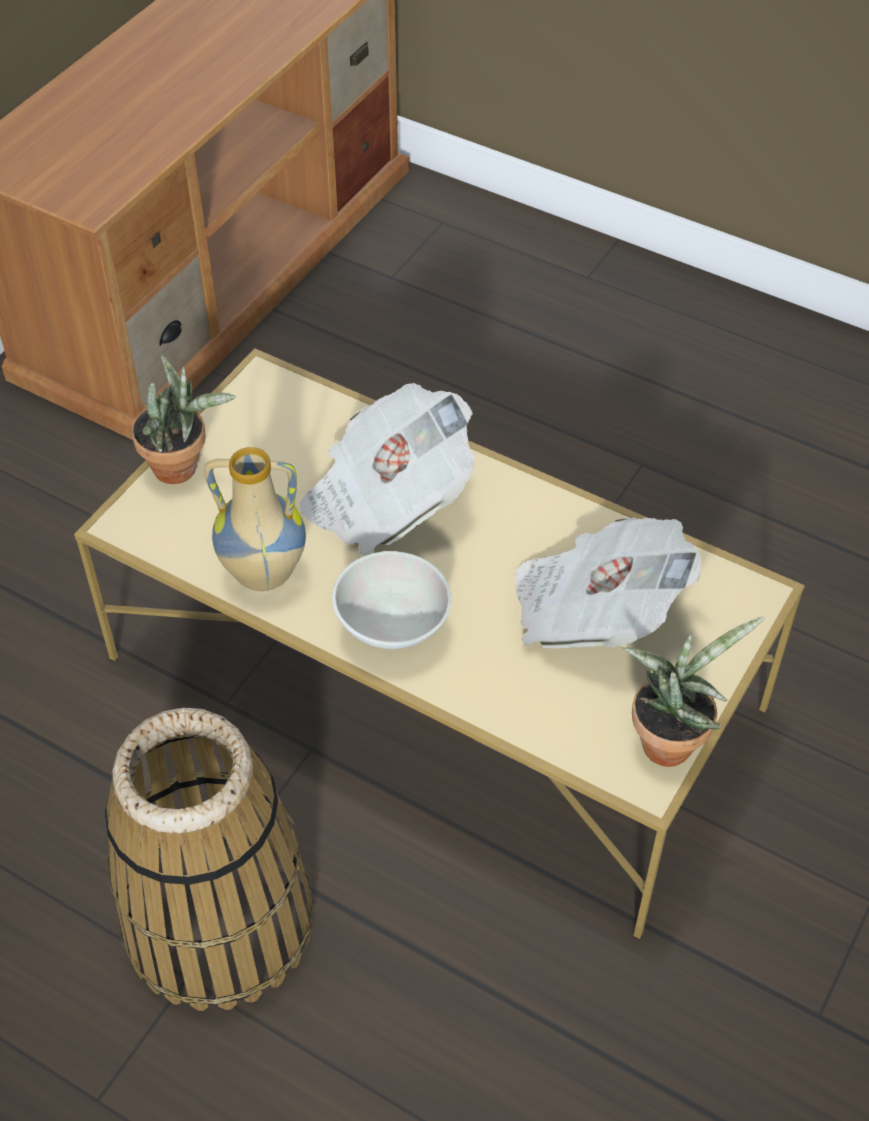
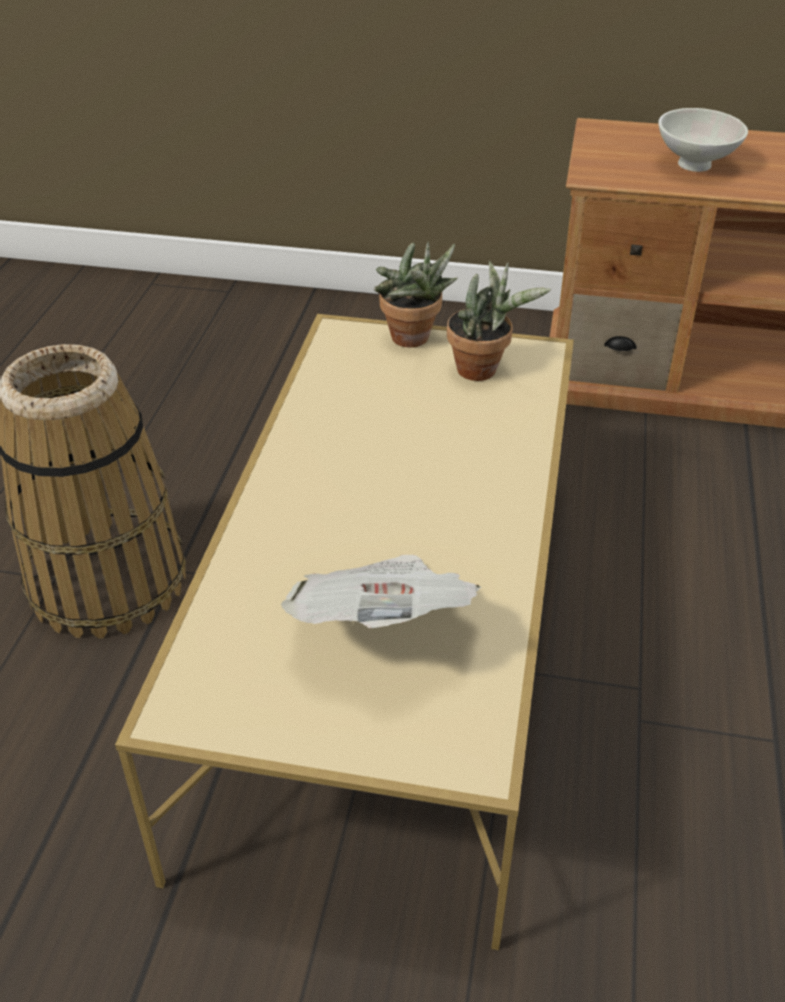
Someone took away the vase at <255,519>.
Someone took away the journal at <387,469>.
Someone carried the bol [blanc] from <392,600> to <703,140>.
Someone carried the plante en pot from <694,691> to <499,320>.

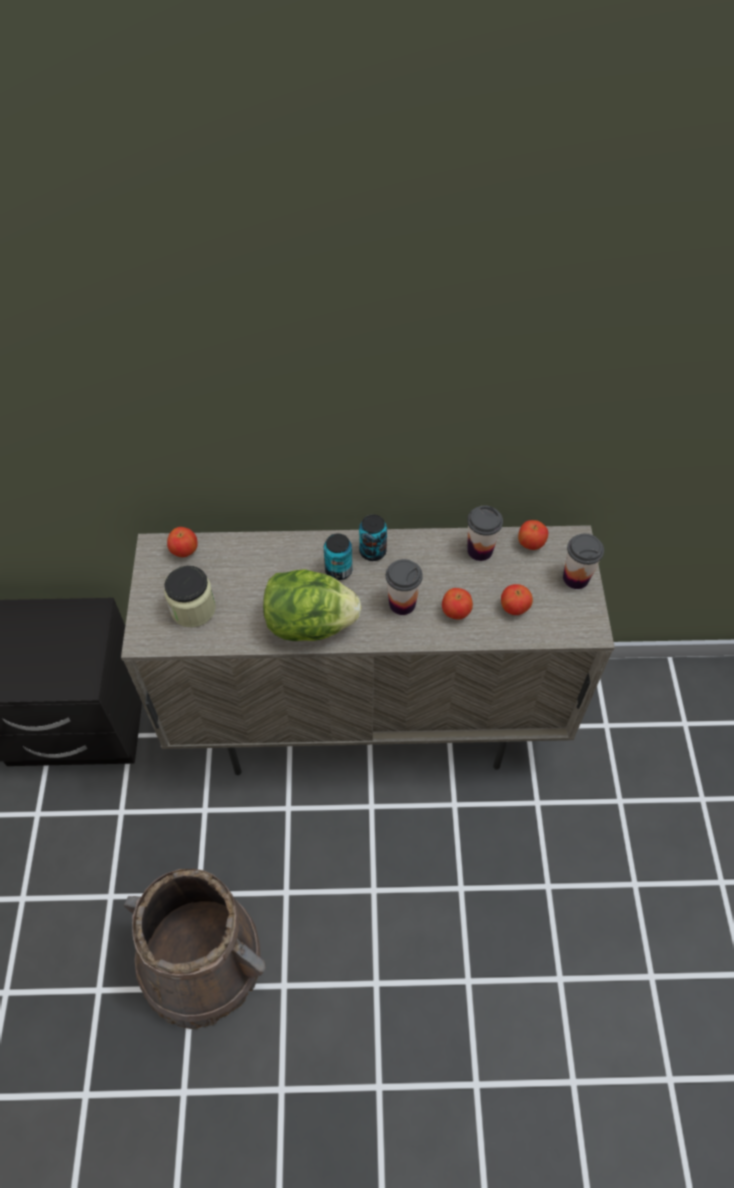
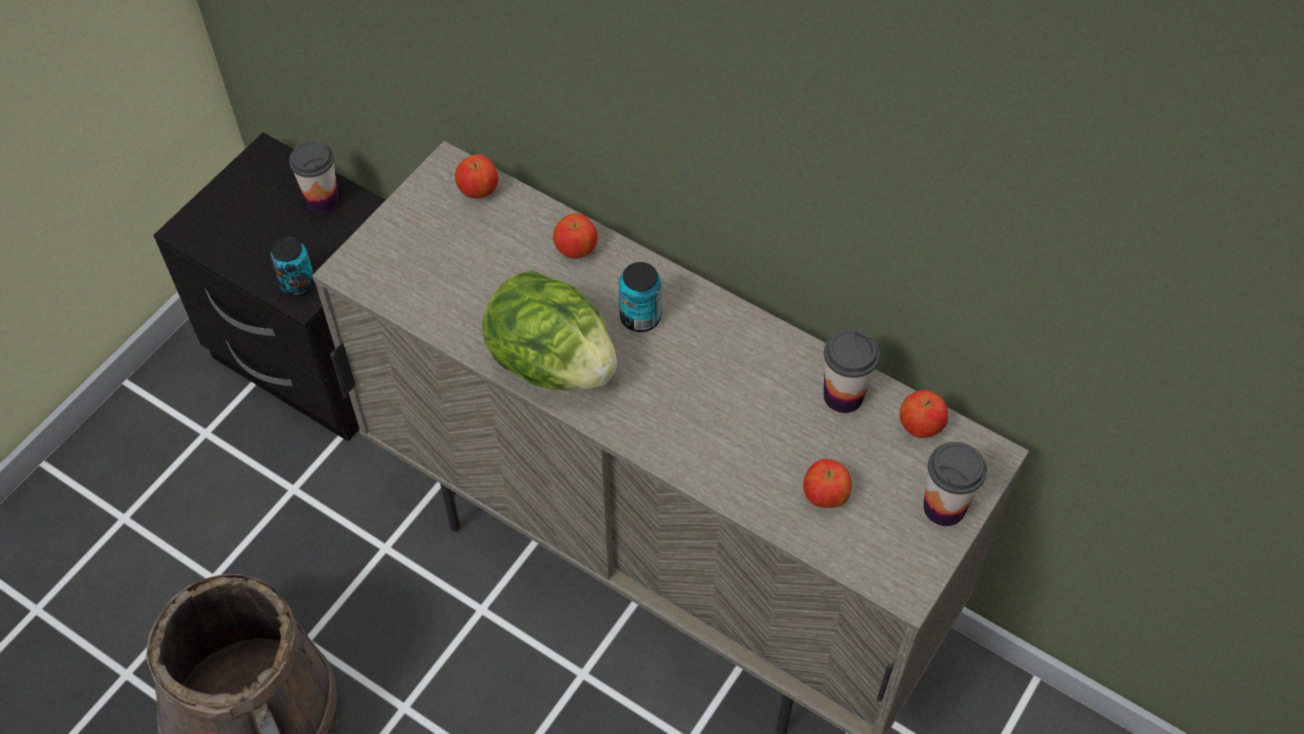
Someone took away the bocal at <190,596>.
Someone carried the boîte métallique from <373,537> to <293,267>.
Someone carried the tasse from <404,587> to <314,177>.
Someone carried the pomme from <457,604> to <575,235>.

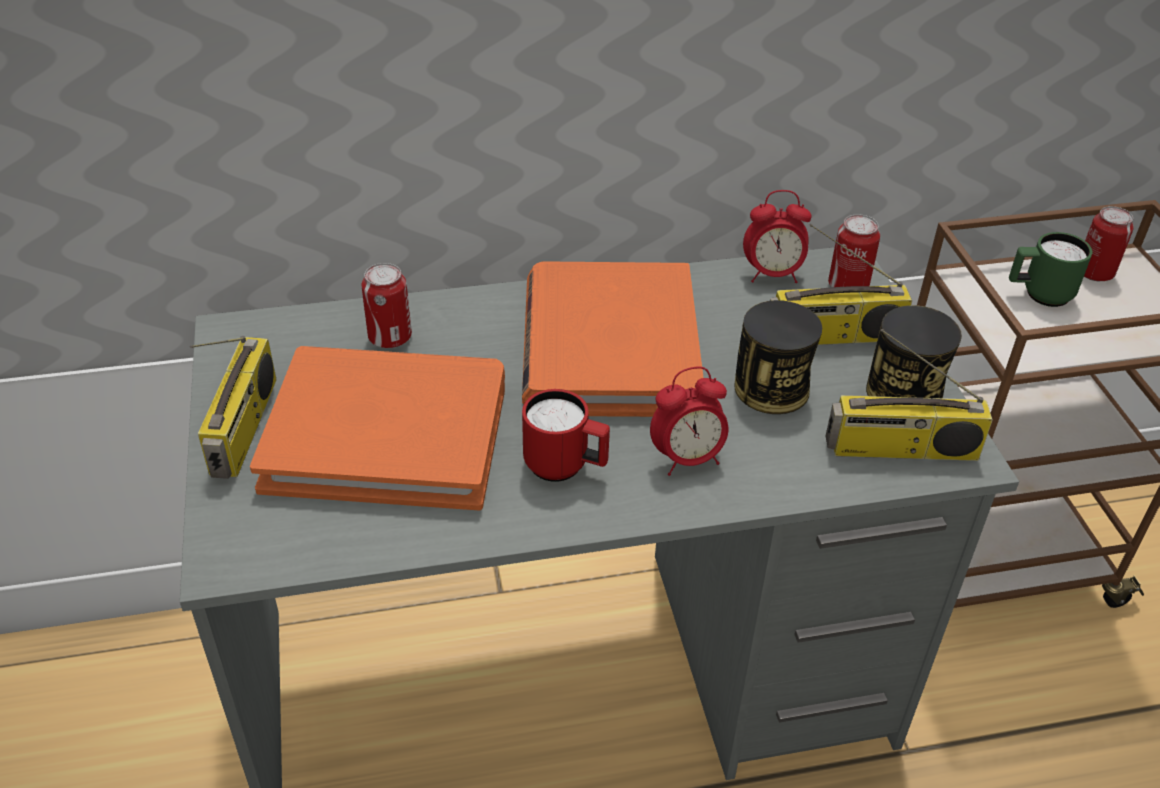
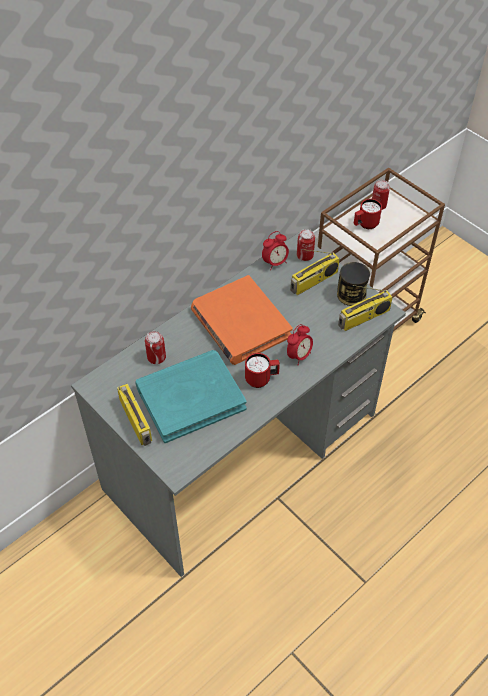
Someone repainted the livre [orange] at <377,428>, which became the livre [turquoise] at <191,396>.
Someone took away the boîte métallique at <778,357>.
Someone repainted the mug [vert] at <1050,269>, which became the mug [rouge] at <368,214>.

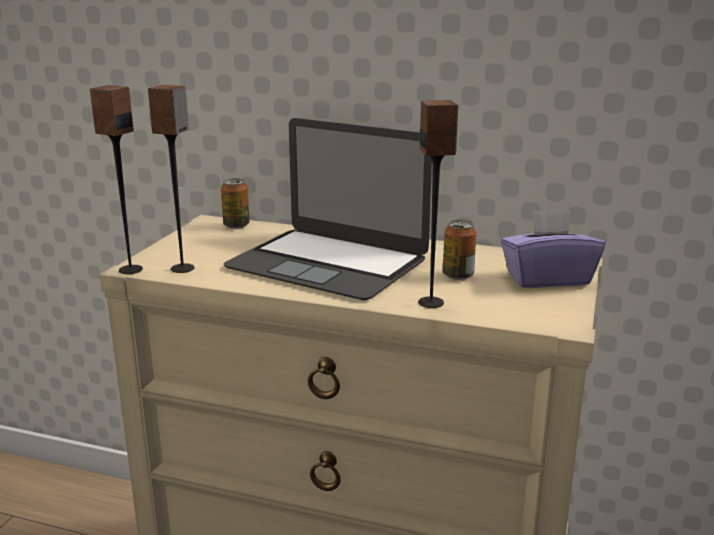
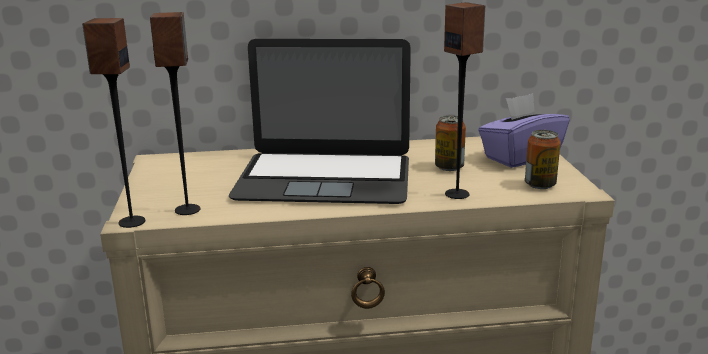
Someone carried the boîte métallique from <235,203> to <543,159>.

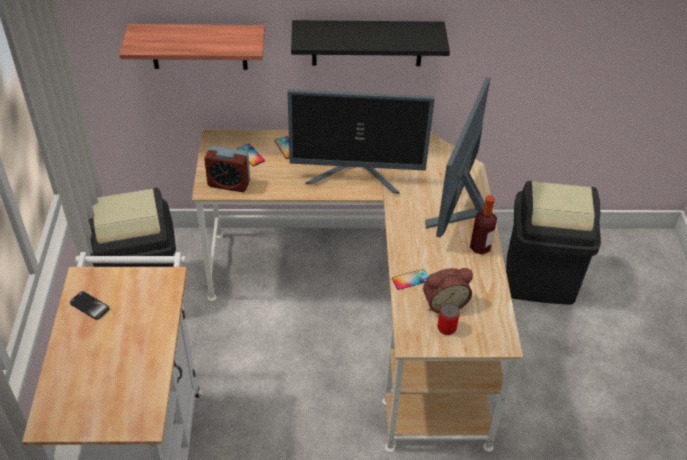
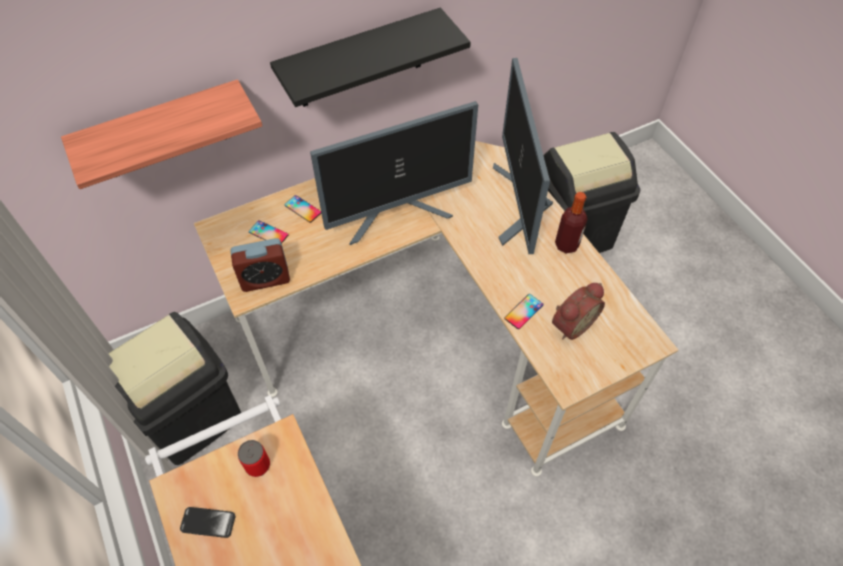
Someone carried the boîte métallique from <448,319> to <254,458>.

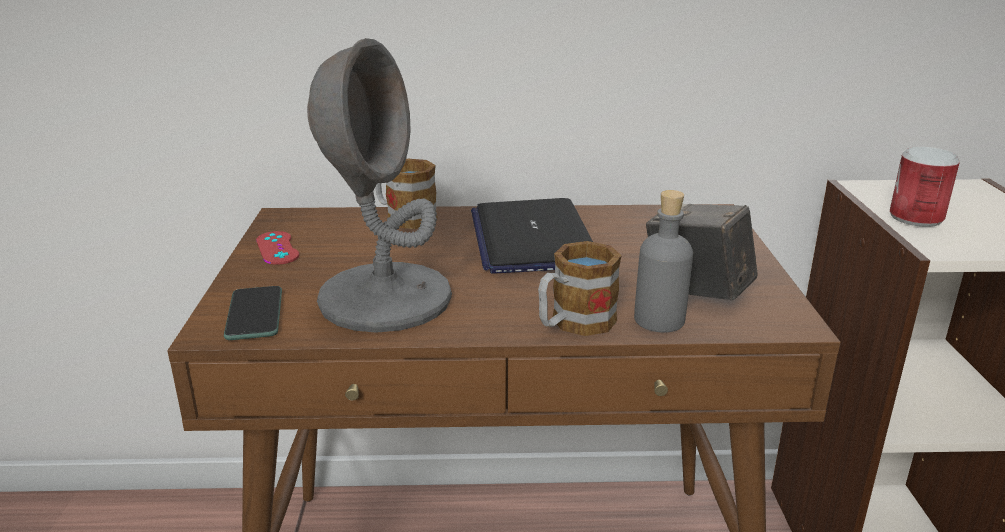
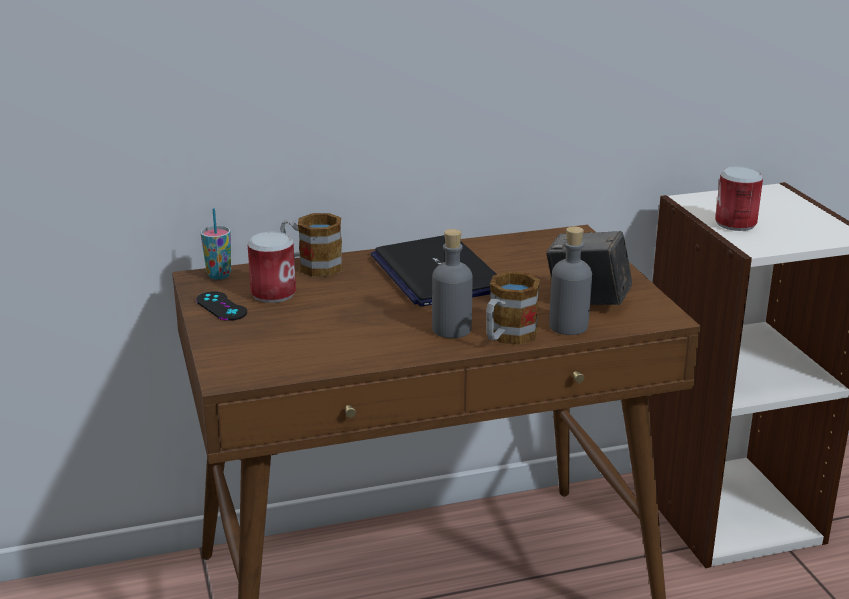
Someone took away the téléphone at <253,313>.
Someone repainted the manette [rouge] at <277,248>, which became the manette [noir] at <221,306>.
Someone took away the lampe de table [gris] at <379,185>.
Someone put down the tasse at <216,244>.
Someone put down the boîte métallique at <272,267>.
Someone put down the bouteille [gris] at <452,283>.

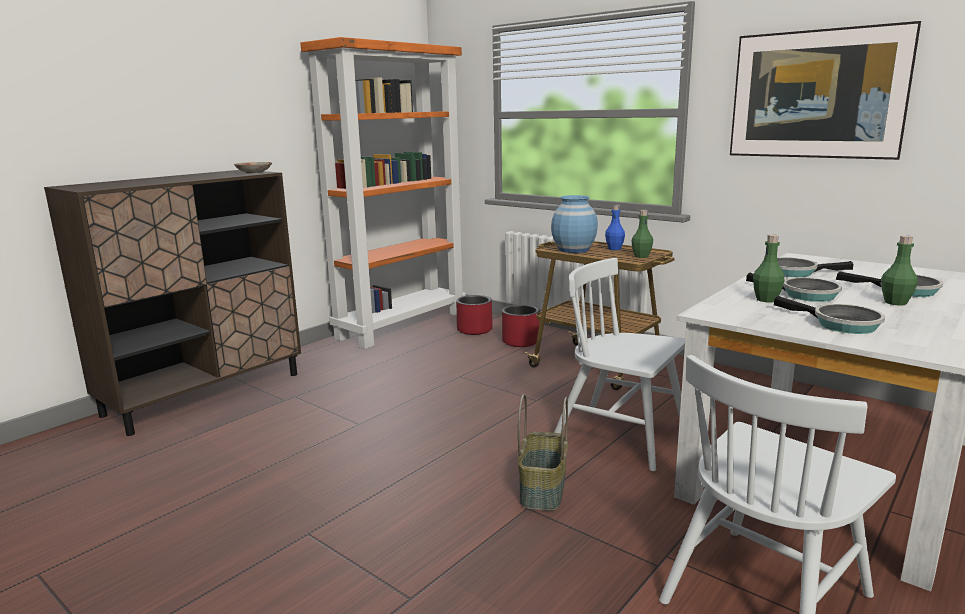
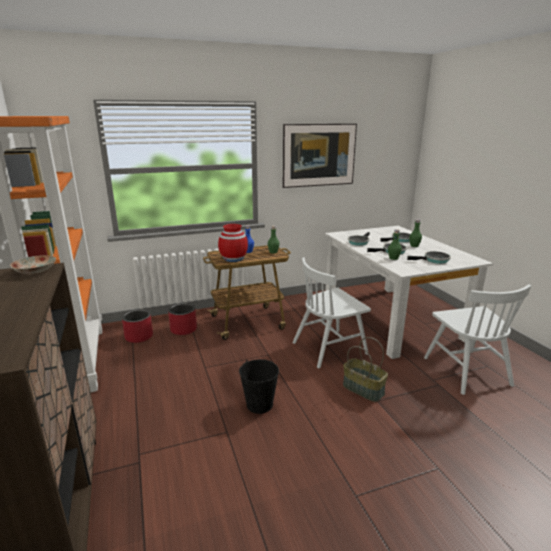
Someone repainted the vase [bleu] at <574,224>, which became the vase [rouge] at <233,243>.
Someone put down the seau [noir] at <259,386>.

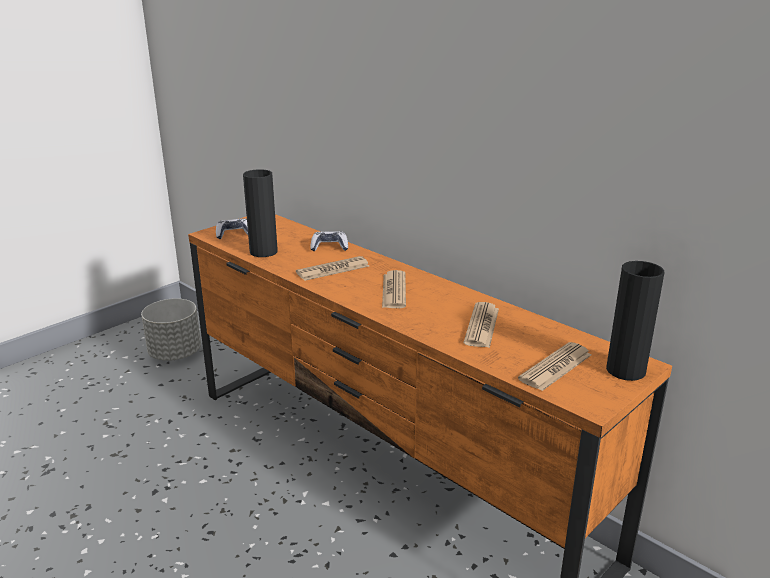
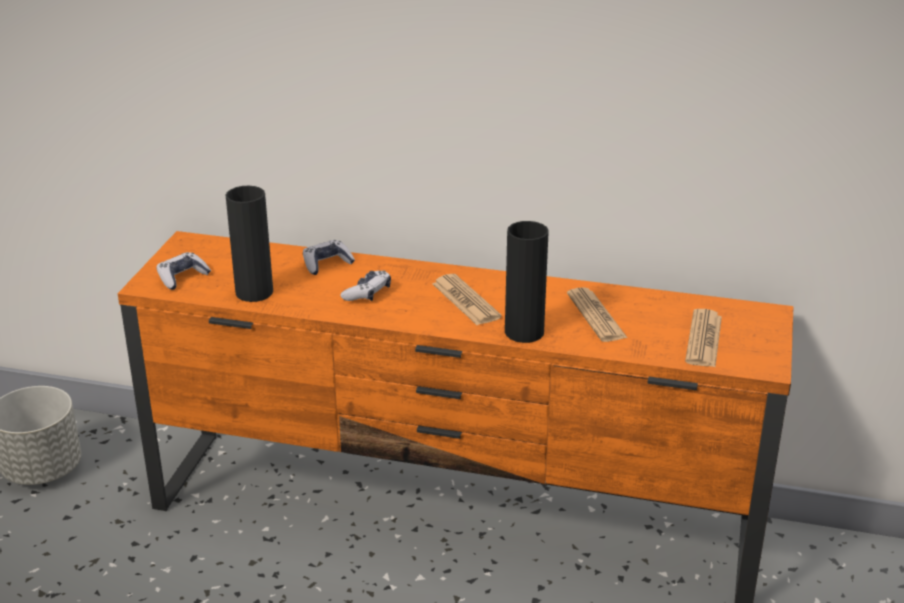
Someone swapped the journal at <332,268> for the manette at <365,285>.
Someone carried the vase [noir] from <635,321> to <527,282>.

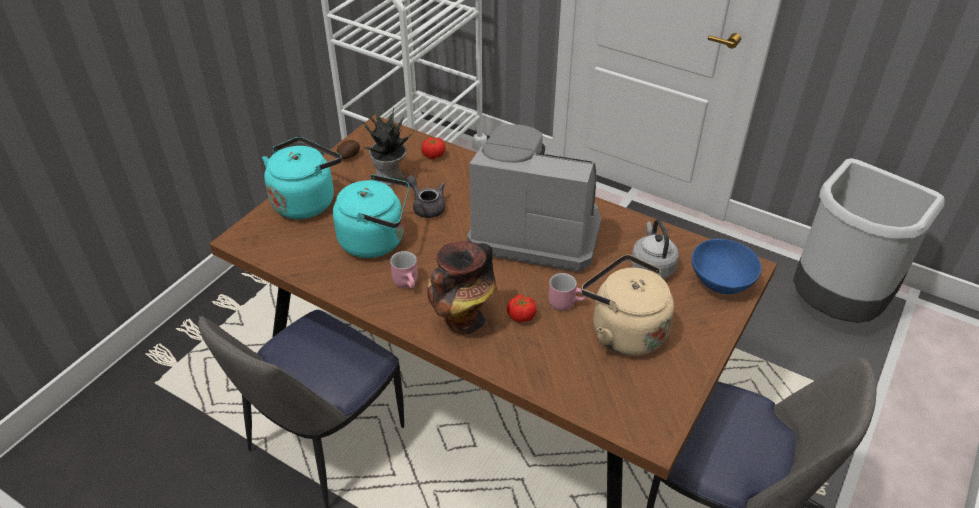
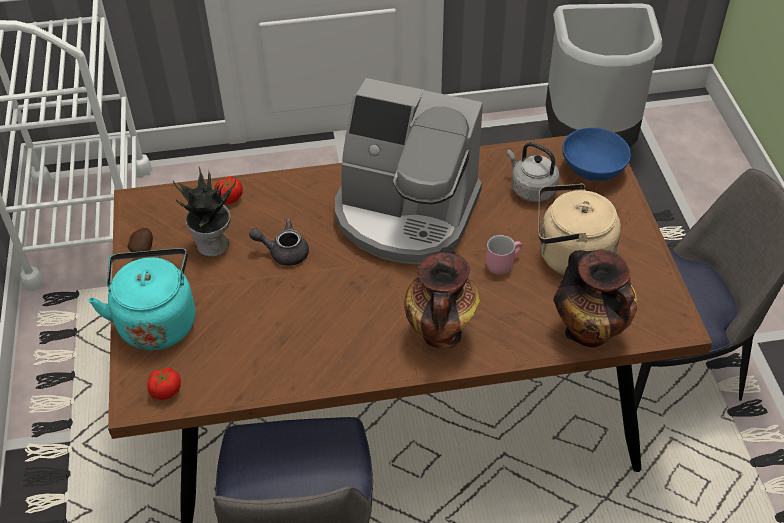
Someone took away the bouilloire [turquoise] at <371,216>.
Someone took away the mug [rose] at <404,270>.
Someone rotated the machine à café at <534,198> by 135 degrees counterclockwise.
Someone carried the tomate from <522,308> to <164,384>.
Someone put down the vase at <595,299>.

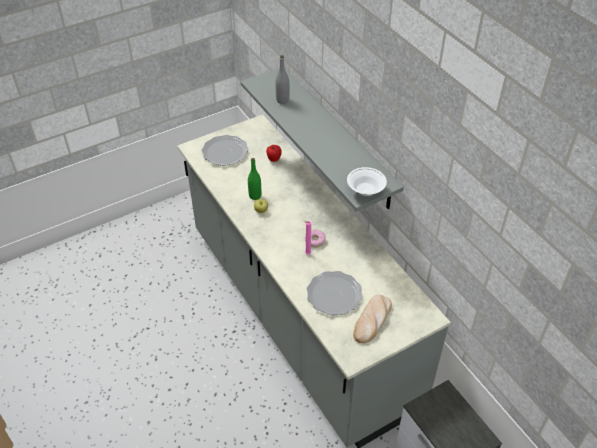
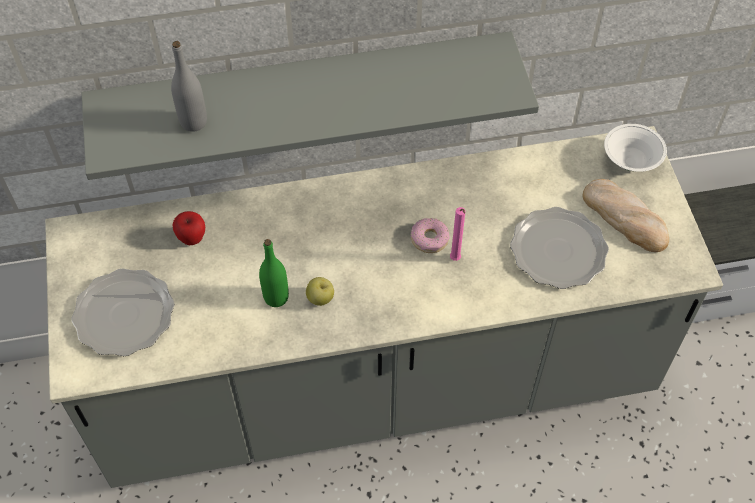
Someone carried the bol [blanc] from <367,181> to <635,148>.

